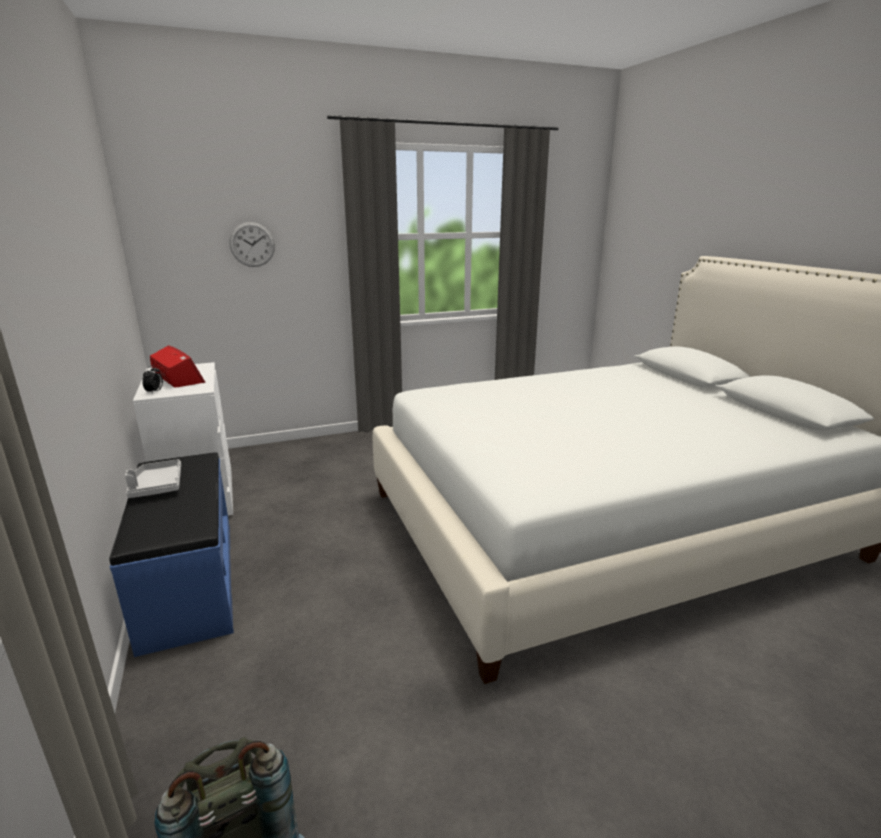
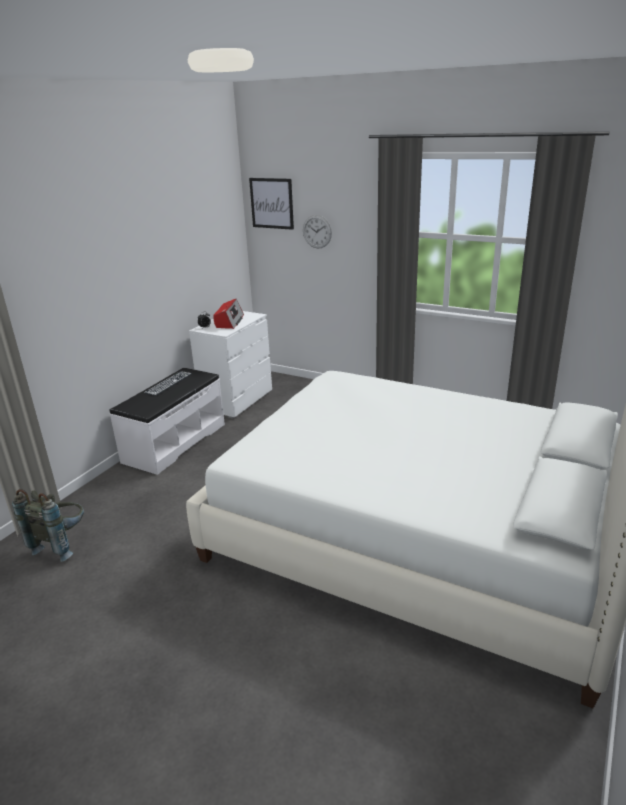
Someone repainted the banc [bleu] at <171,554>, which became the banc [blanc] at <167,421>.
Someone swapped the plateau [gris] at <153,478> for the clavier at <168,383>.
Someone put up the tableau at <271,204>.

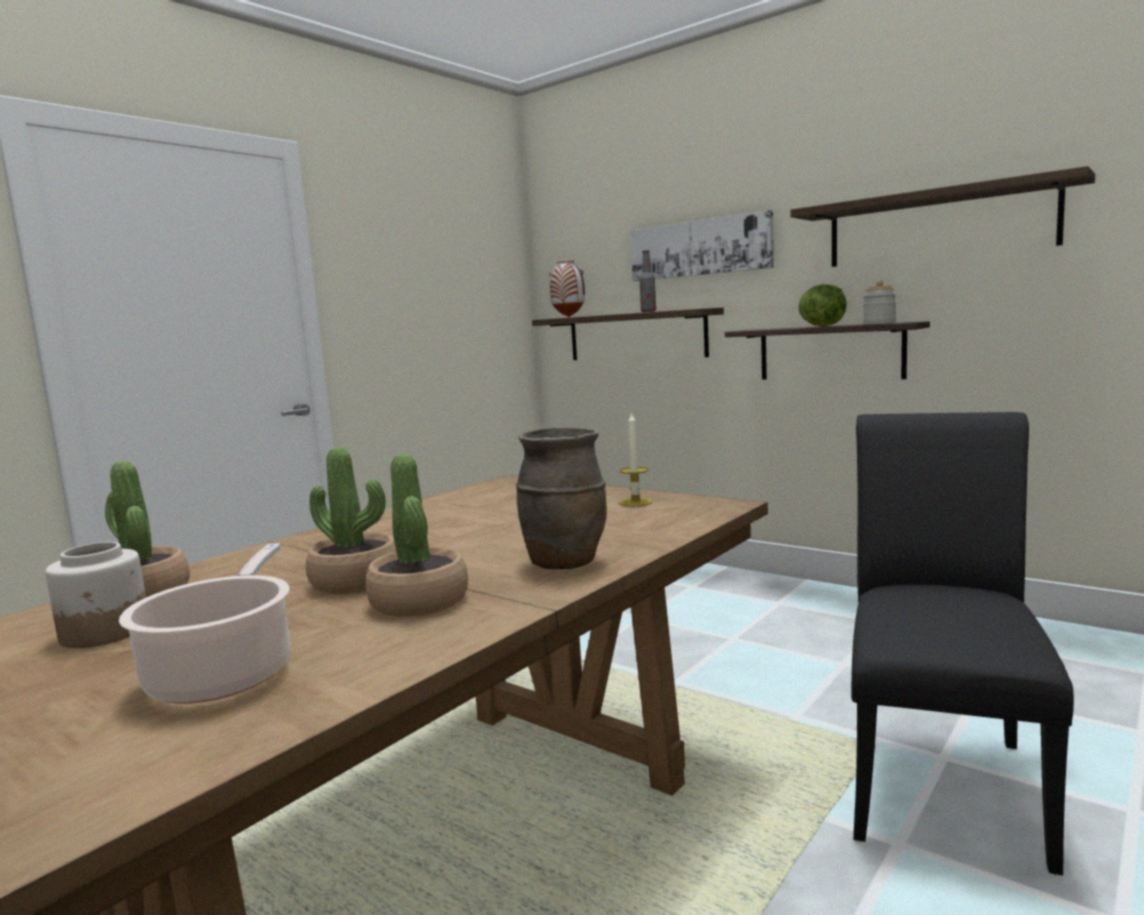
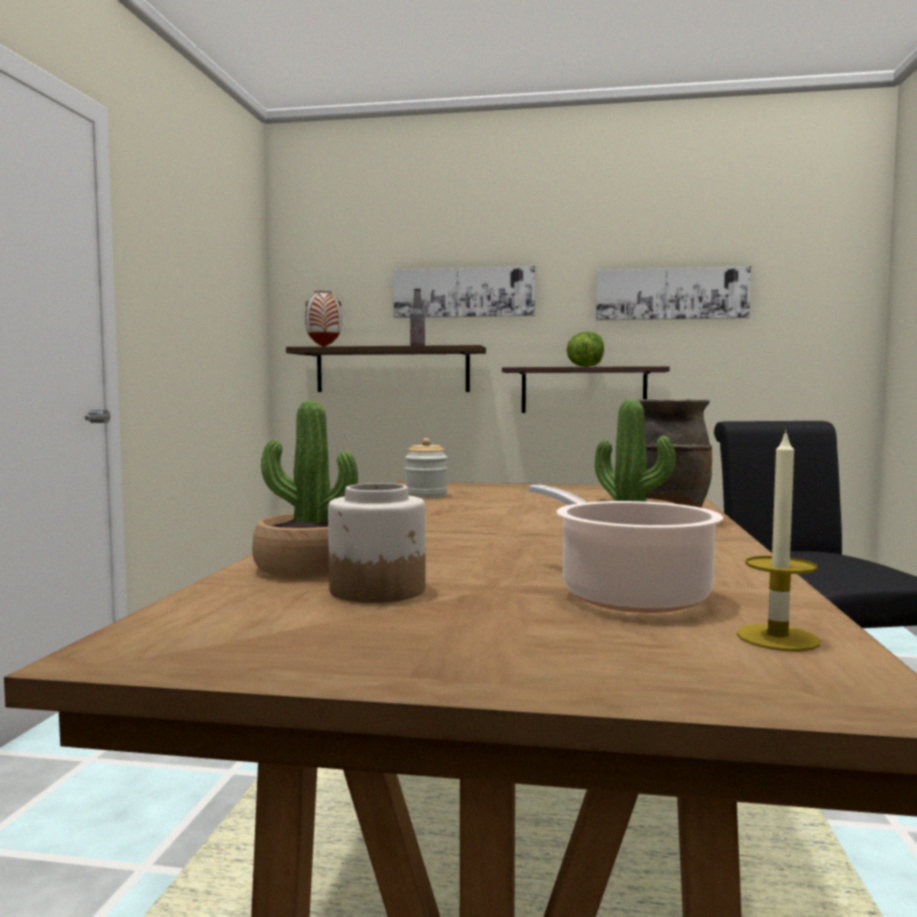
Someone took away the plante en pot at <351,520>.
Someone carried the bougie from <636,459> to <778,540>.
Someone swapped the étagère at <943,216> for the tableau at <673,293>.
Someone carried the bocal from <880,302> to <426,468>.

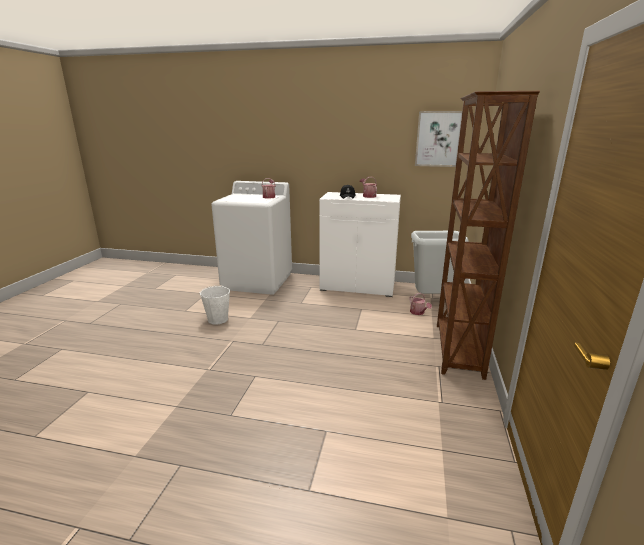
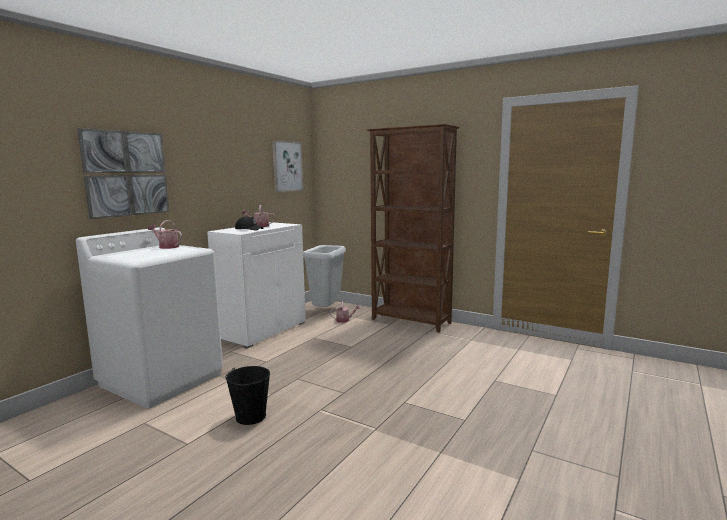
Someone repainted the seau [blanc] at <215,305>, which became the seau [noir] at <247,395>.
Someone put up the tableau at <123,173>.

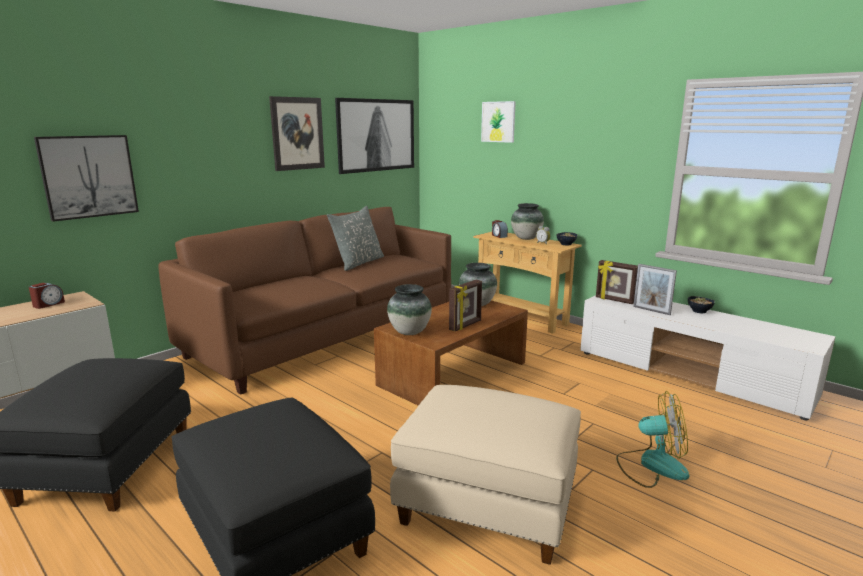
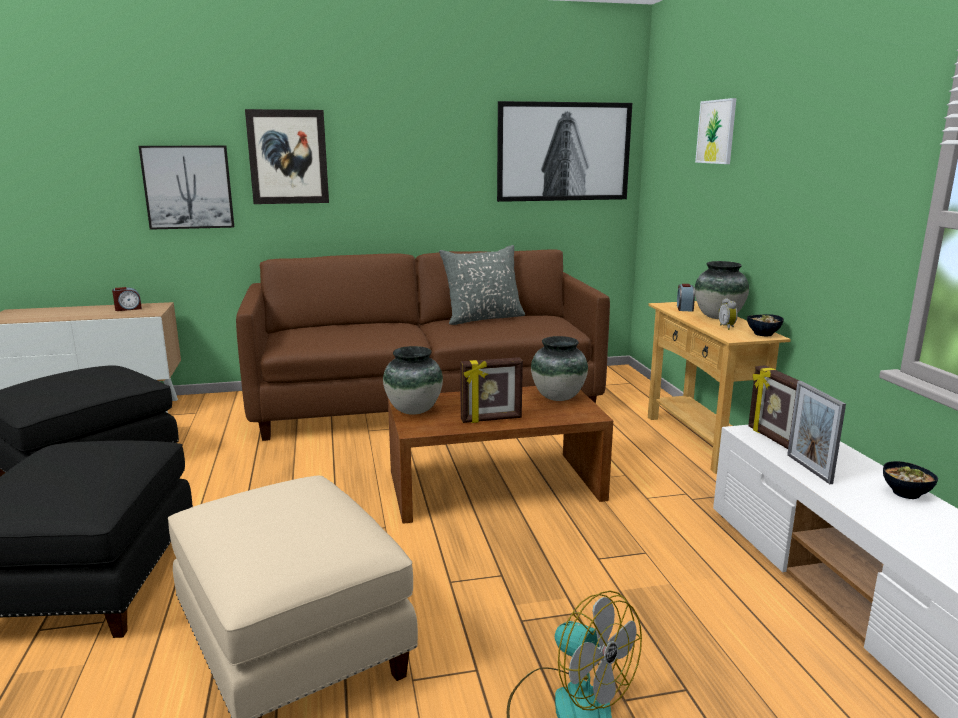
Someone carried the tableau from <297,133> to <287,156>.

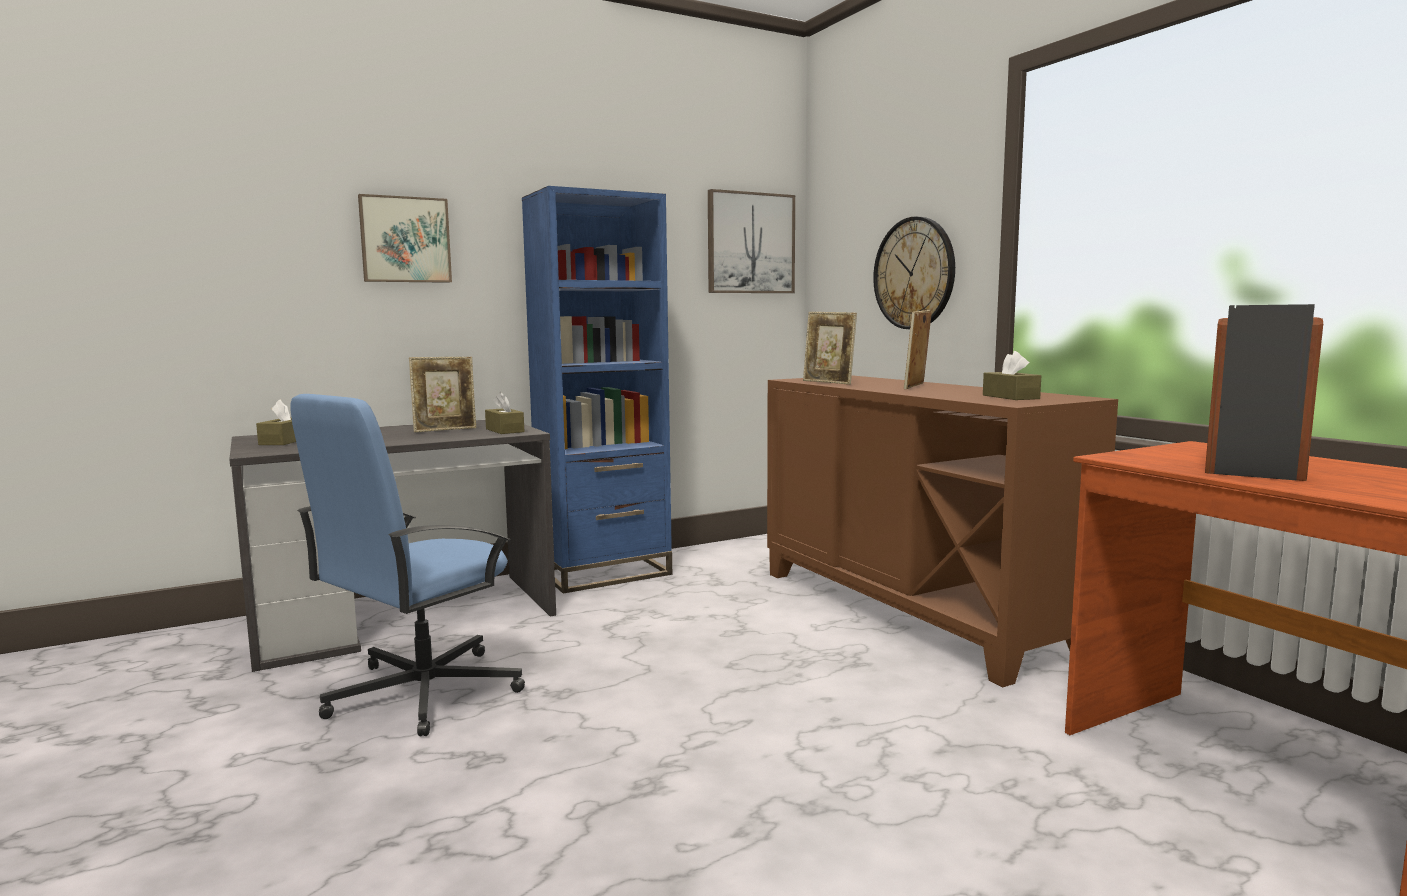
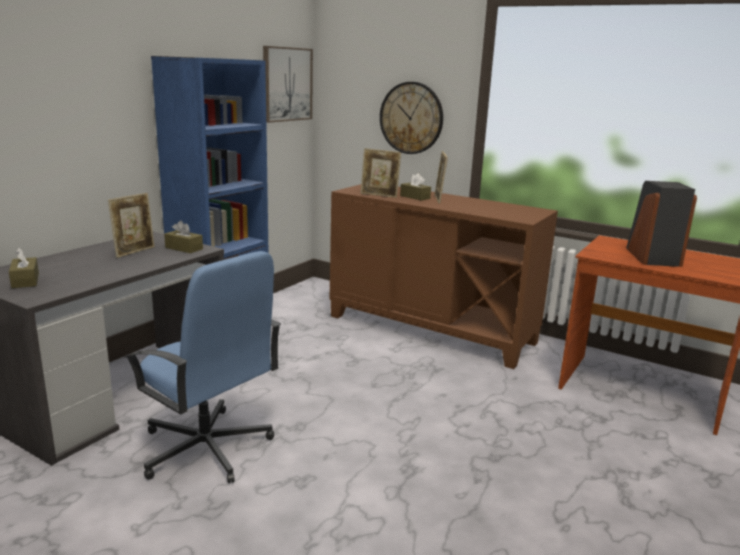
Someone rotated the chaise de bureau [bleu] at <408,565> by 60 degrees counterclockwise.
Someone took away the tableau at <405,238>.
Someone carried the boîte à mouchoirs [marron] from <1012,375> to <415,187>.

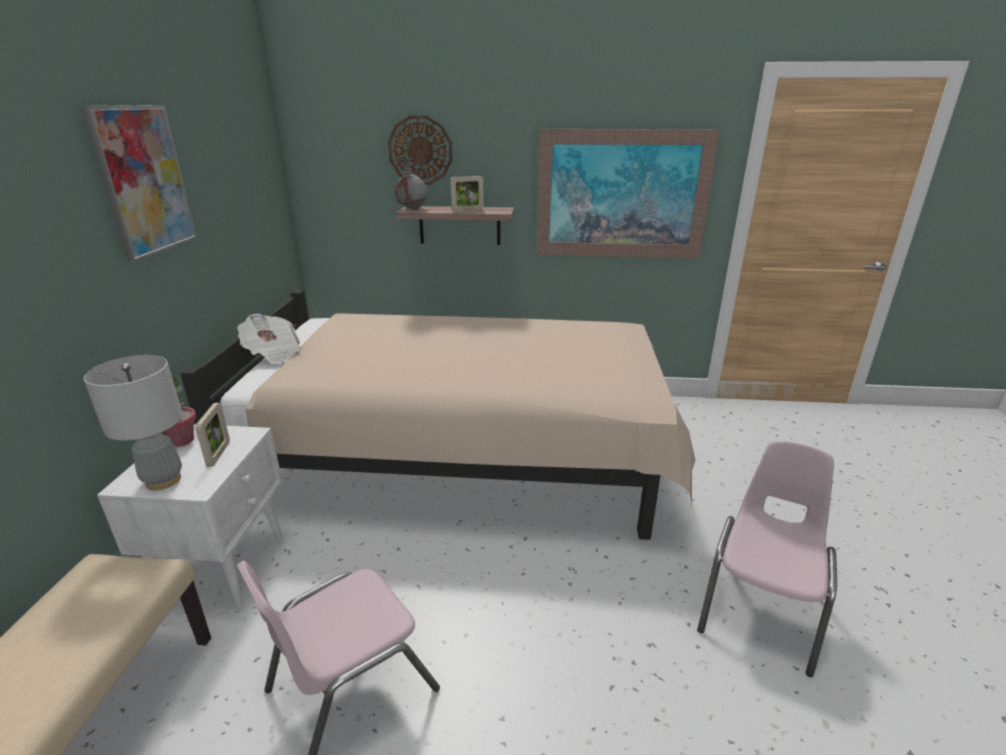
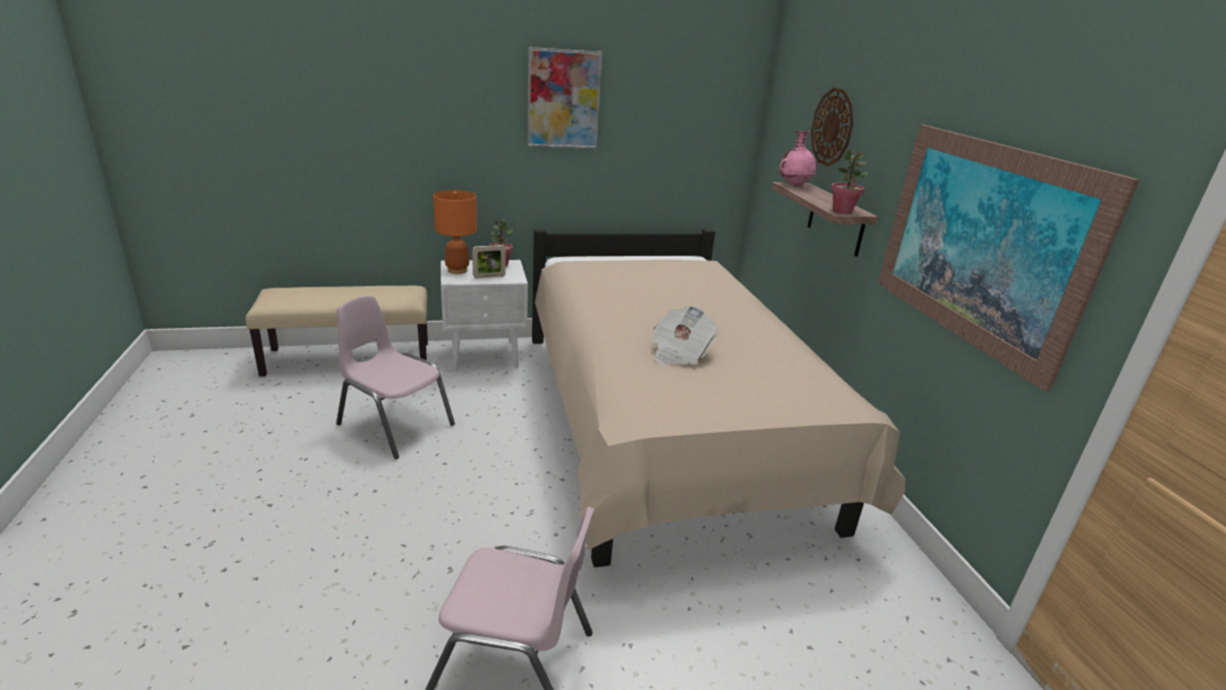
Someone repainted the lampe de table [gris] at <133,422>, which became the lampe de table [orange] at <455,232>.
Someone carried the journal from <269,339> to <685,335>.
Someone repainted the vase [gris] at <411,183>, which became the vase [rose] at <798,158>.
Someone took away the cadre photo at <467,193>.
Someone put down the plante en pot at <849,182>.

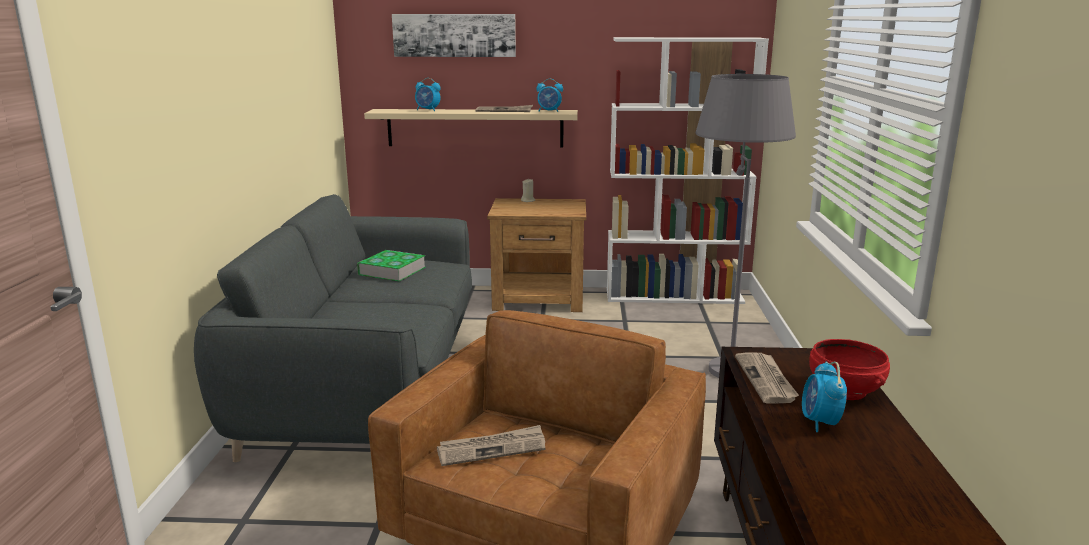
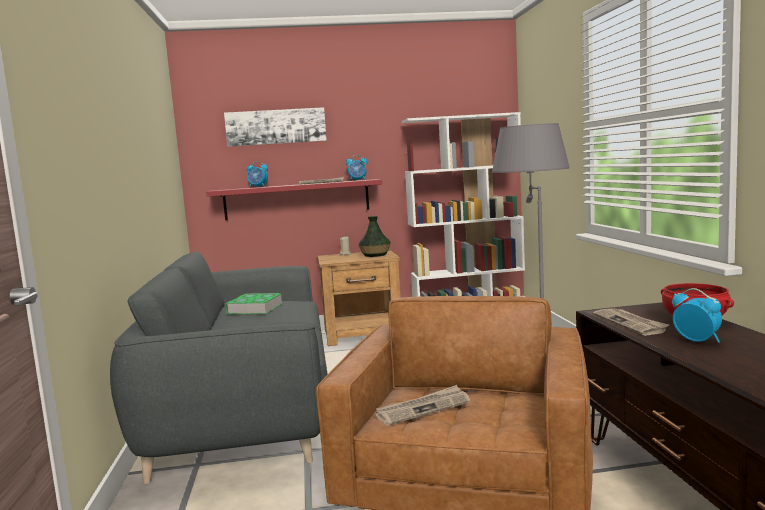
Someone repainted the étagère [beige] at <471,128>, which became the étagère [rouge] at <294,199>.
Someone rotated the réveil at <824,396> by 150 degrees clockwise.
Someone put down the vase at <375,236>.

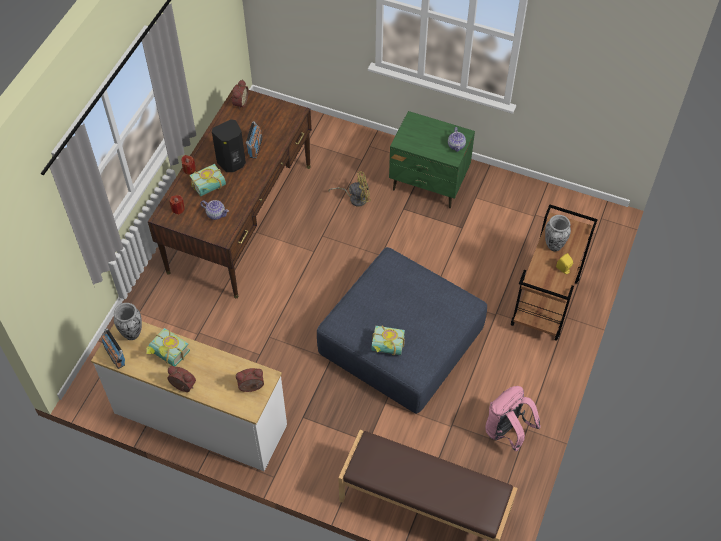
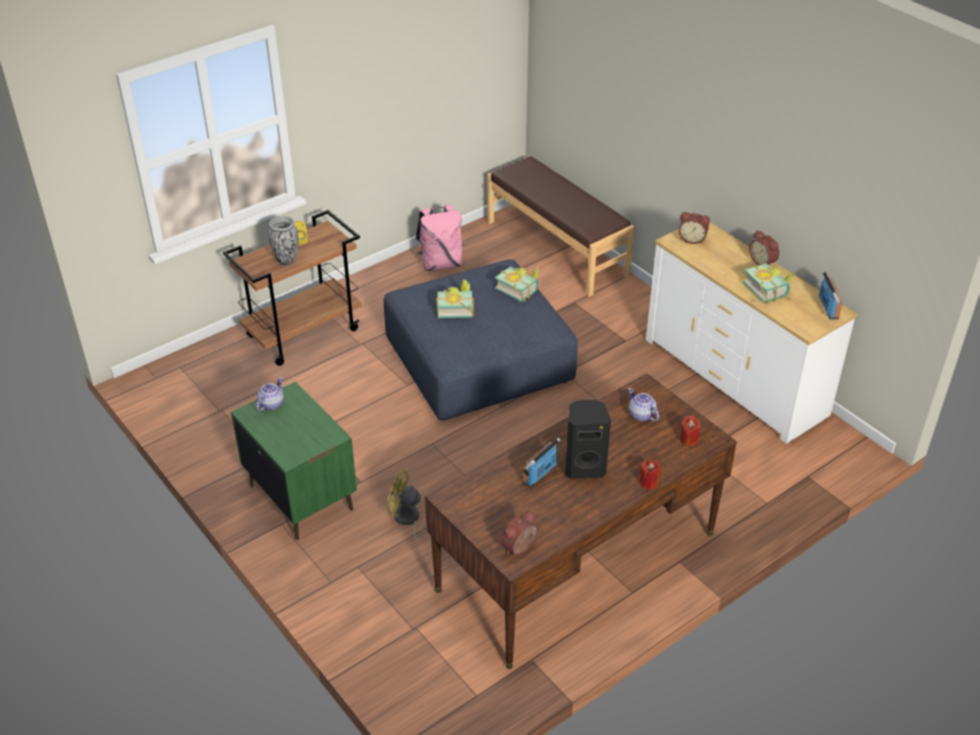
Someone took away the vase at <128,321>.
Someone carried the livre from <208,180> to <455,298>.

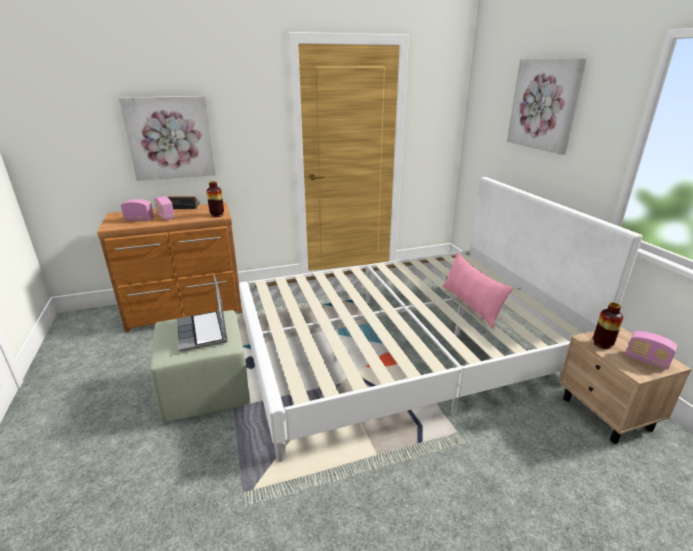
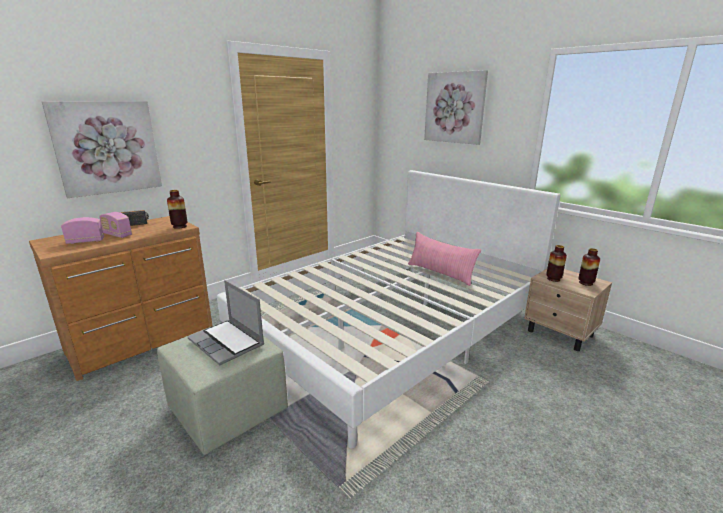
Someone swapped the radio at <651,350> for the vase at <589,267>.

